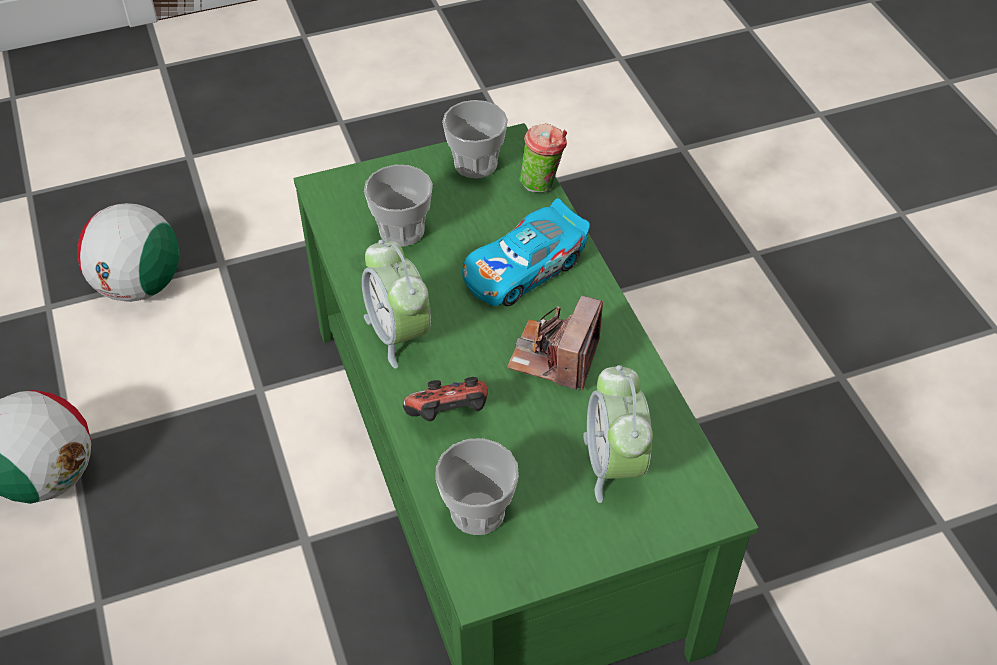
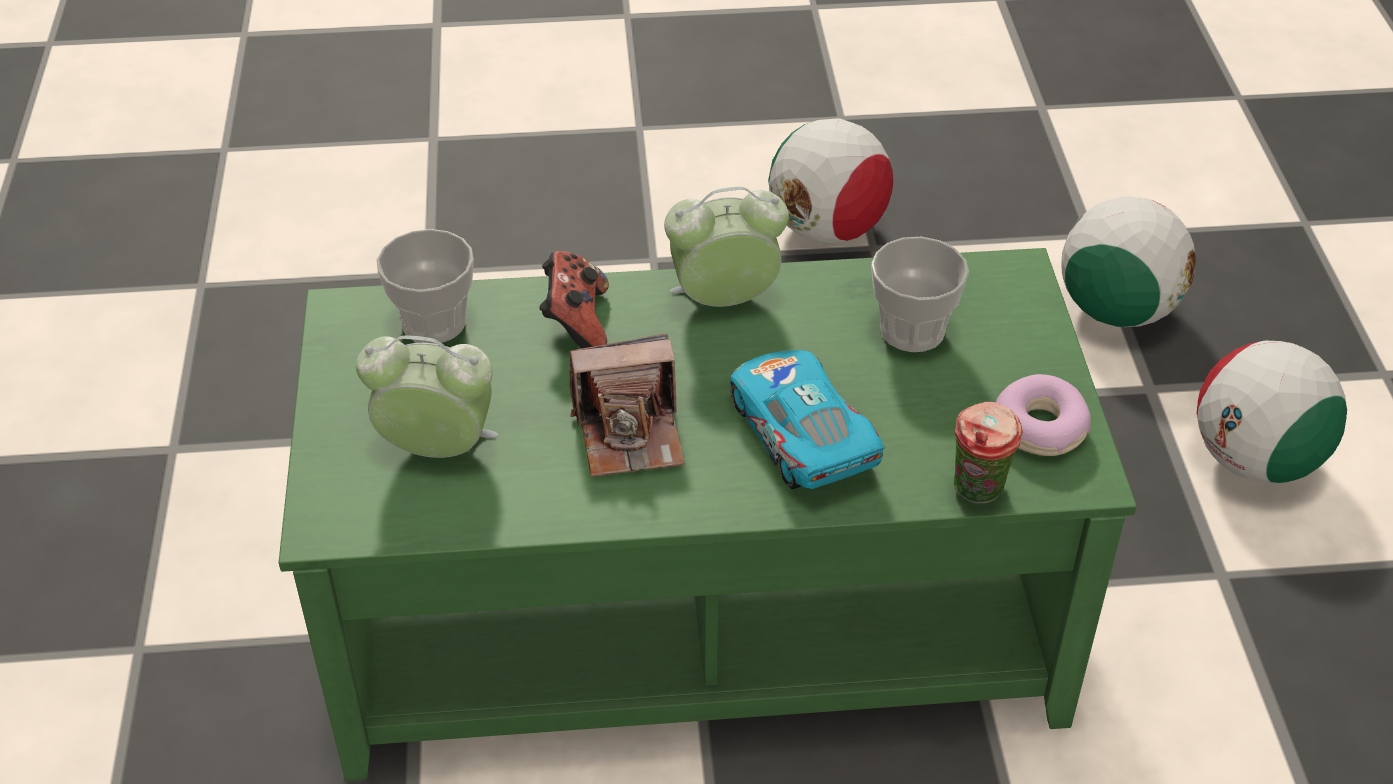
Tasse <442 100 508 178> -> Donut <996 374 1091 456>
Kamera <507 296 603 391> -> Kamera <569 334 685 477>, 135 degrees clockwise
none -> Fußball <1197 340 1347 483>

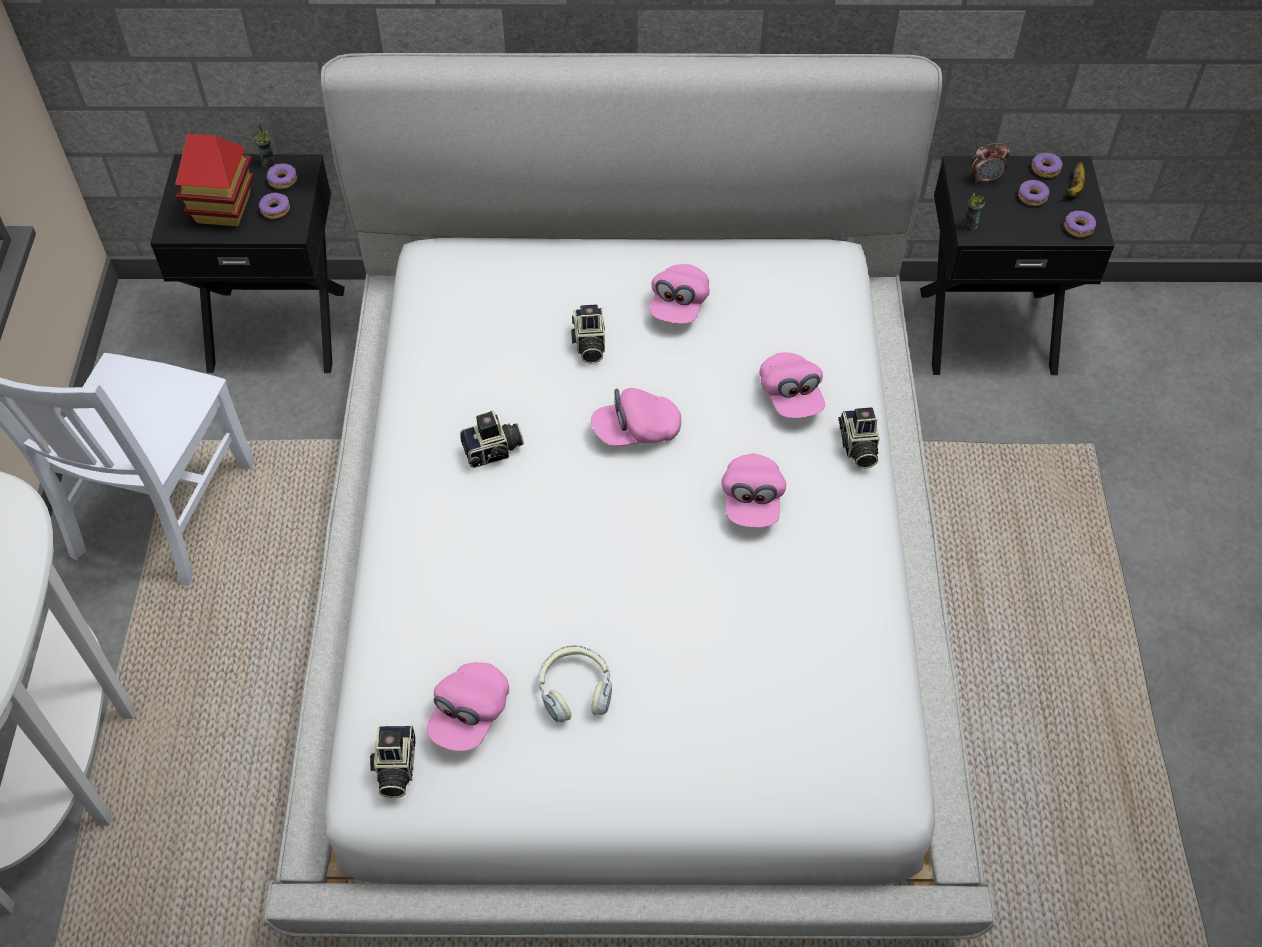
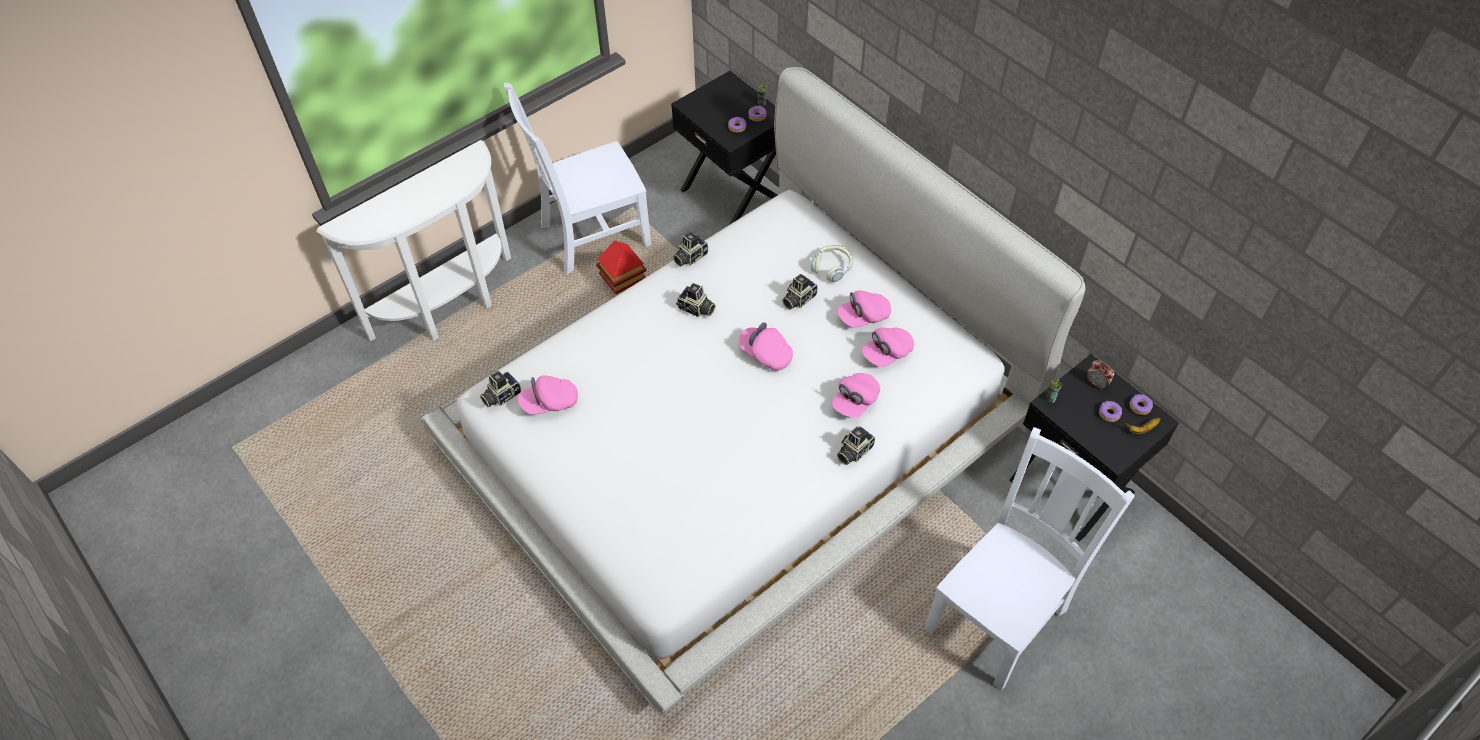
Spielzeughaus <175 134 254 227> -> Spielzeughaus <596 241 647 295>, move
Kopfhörer <538 645 612 723> -> Kopfhörer <811 245 853 282>, move
Kappe/rosa <721 454 786 527> -> Kappe/rosa <862 328 914 367>, move
Donut <1064 211 1096 237> -> none
none -> Kamera <673 232 708 267>
none -> Stuhl/weiß <924 427 1135 691>

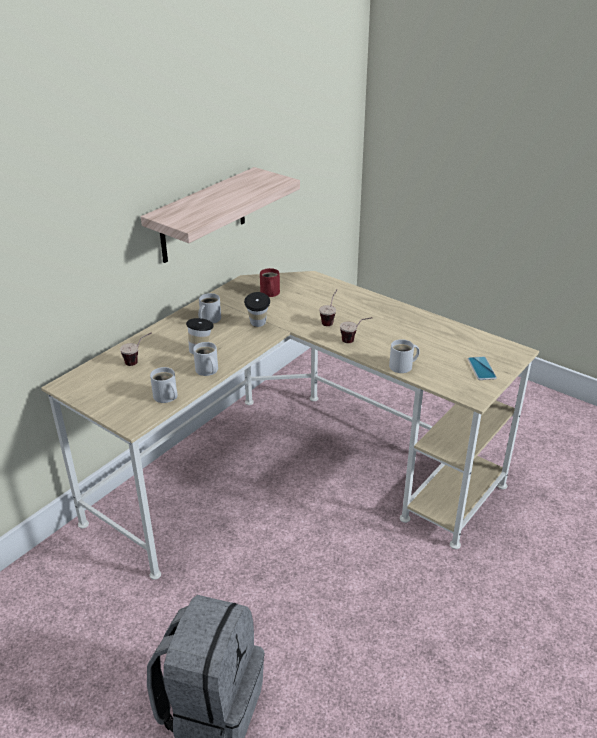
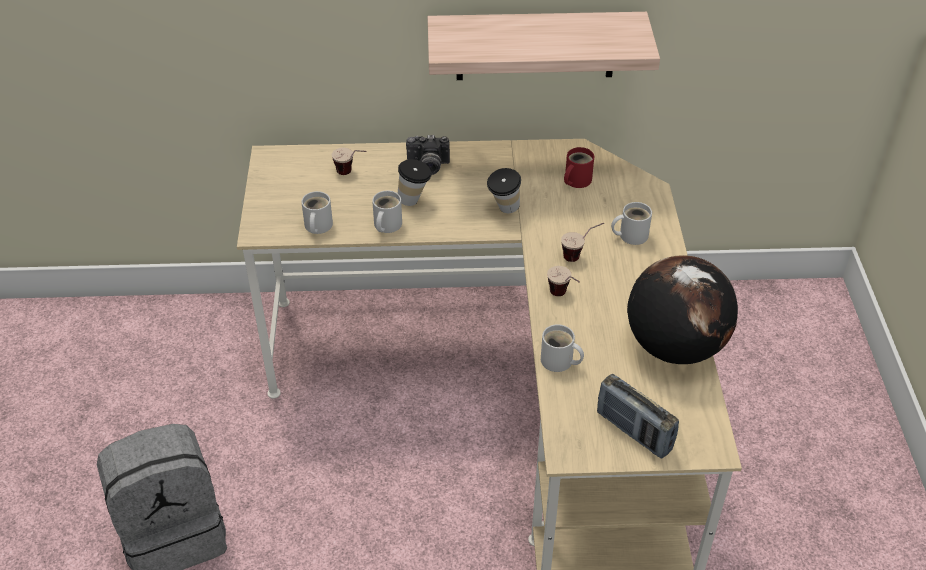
Henkelbecher/weiß <198 293 221 323> -> Henkelbecher/weiß <611 202 652 245>, move
Handy <468 356 497 380> -> Radio <597 374 679 458>
none -> Kamera <406 135 450 175>
none -> Globus <627 255 738 364>

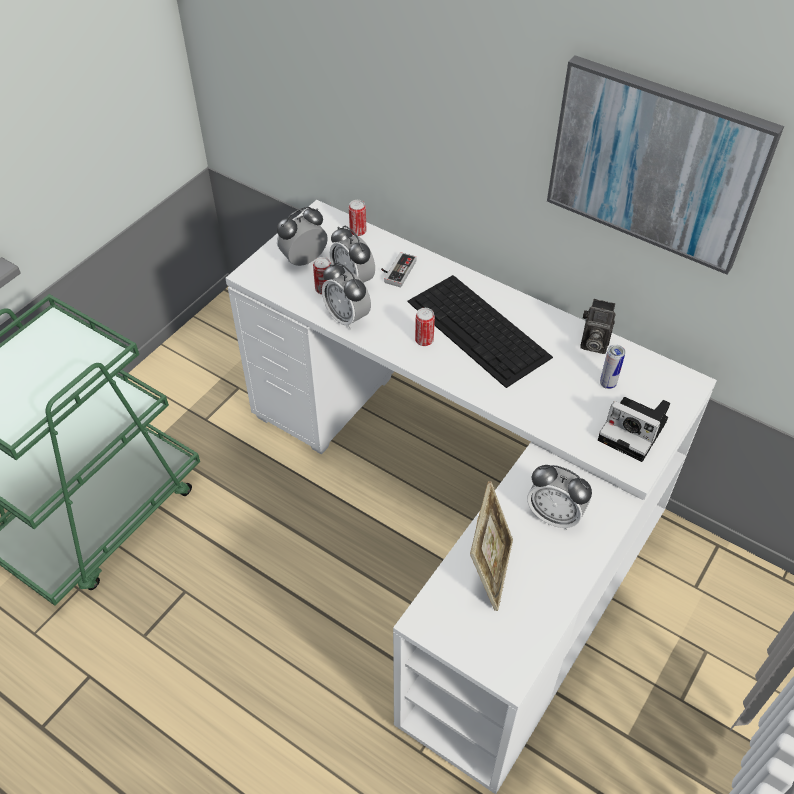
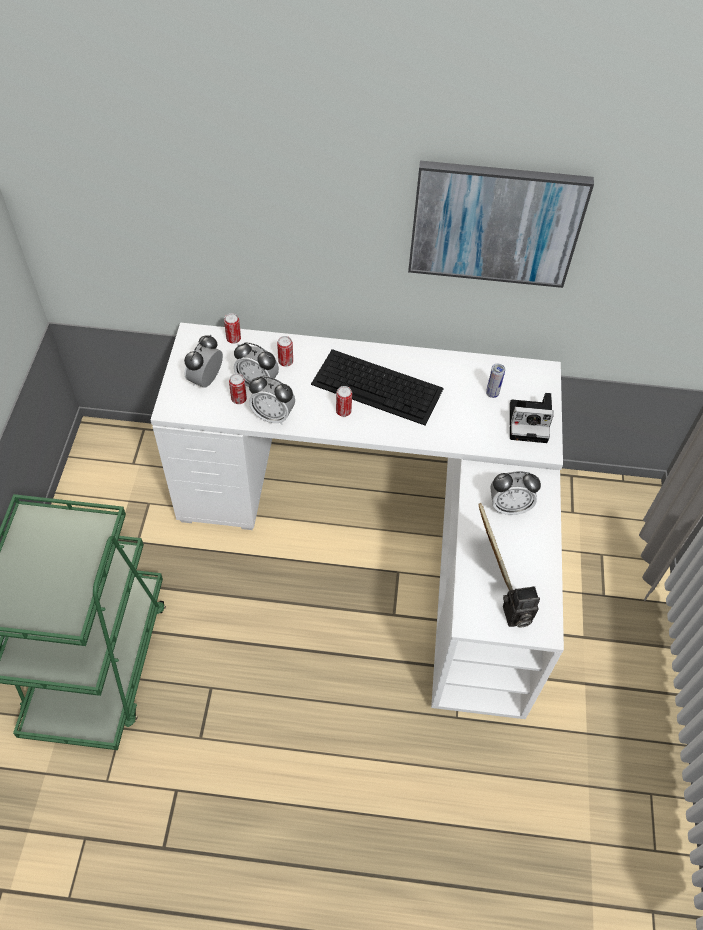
Gamepad <381 252 417 287> -> Dose <277 336 293 367>
Kamera <580 299 616 354> -> Kamera <503 586 540 628>, move

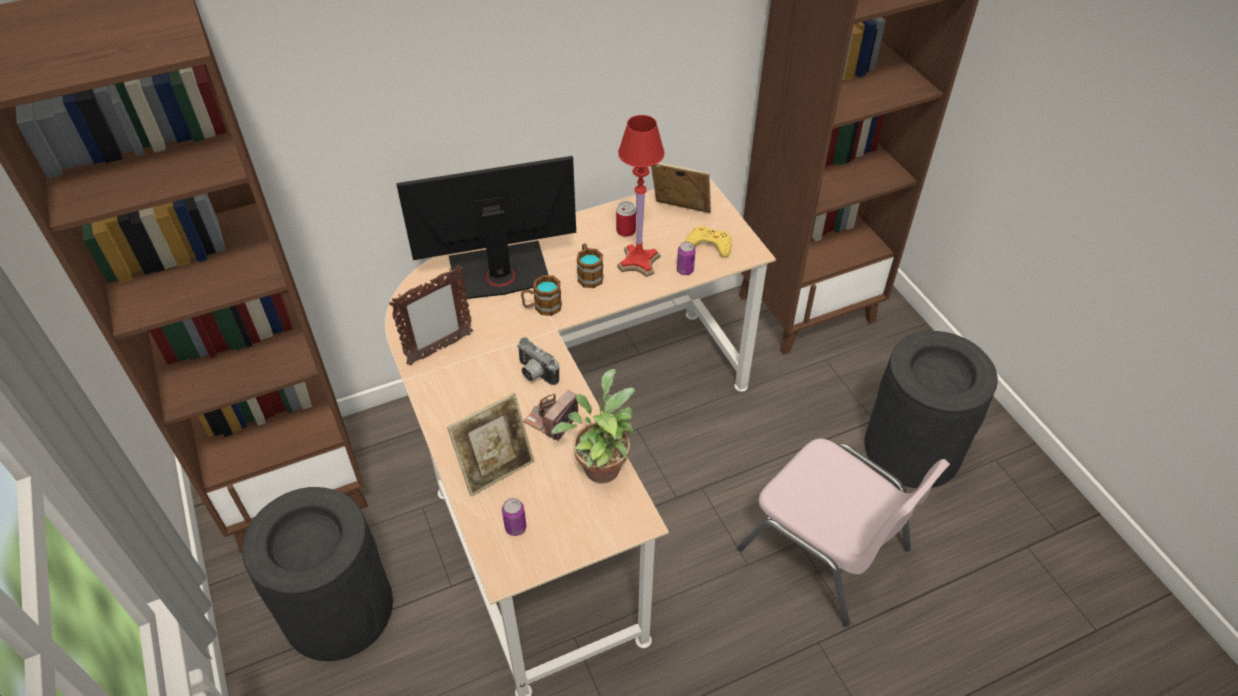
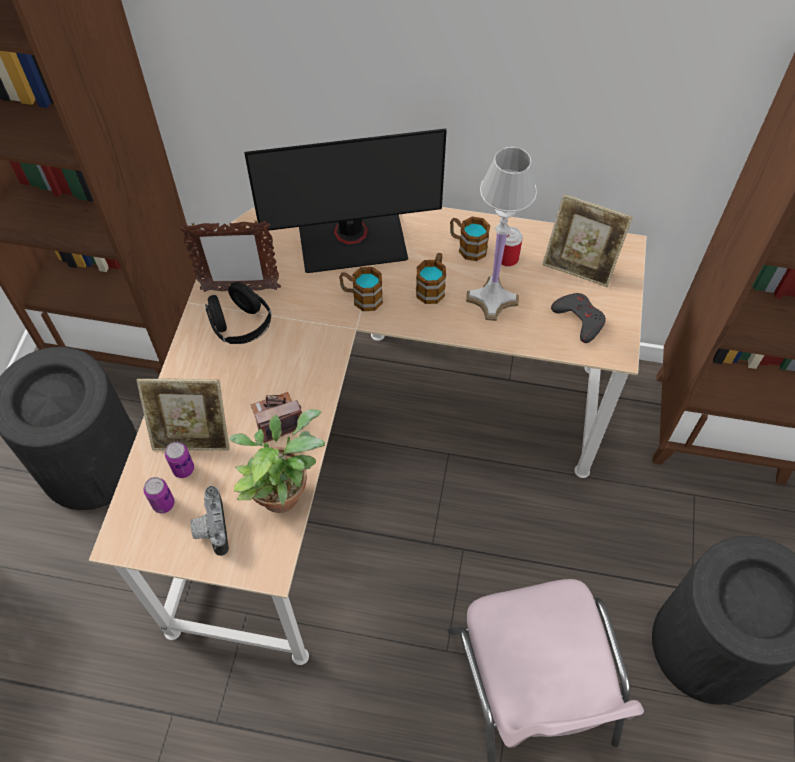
Monitor <396 156 576 300> -> Monitor <244 129 447 273>, 150 degrees clockwise
Kamera <517 337 559 385> -> Kamera <190 486 229 556>, move
Tischlampe/rot <617 115 665 277> -> Tischlampe/weiß <466 147 537 321>
Bilderrahmen <651 162 711 213> -> Bilderrahmen <542 194 633 287>, 150 degrees clockwise
Dose <677 242 695 275> -> Dose <165 442 194 478>, move
Gamepad/gelb <685 226 731 258> -> Gamepad/grau <551 293 606 343>
none -> Kopfhörer/schwarz <205 282 272 344>
none -> Henkelbecher <450 216 490 261>

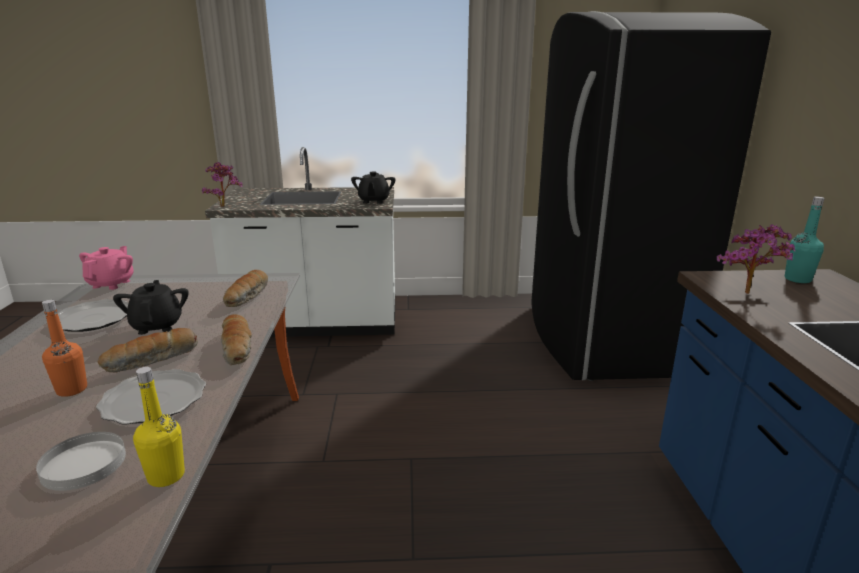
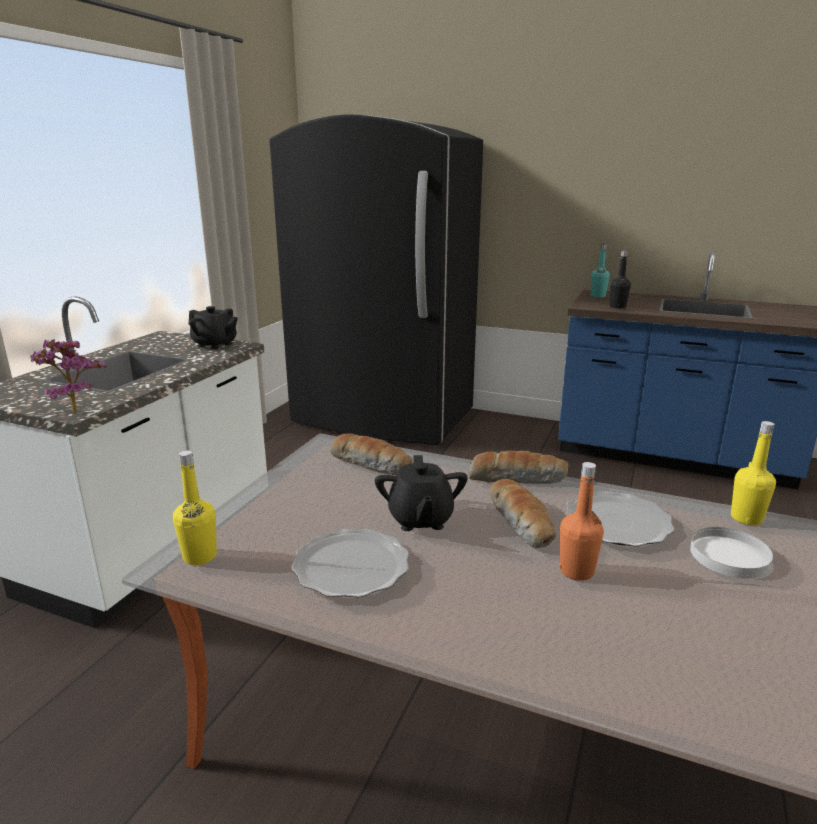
Teekanne/rosa <79 246 134 290> -> Flasche/gelb <173 451 217 565>
Teekanne/schwarz <113 280 189 335> -> Teekanne/schwarz <375 455 468 531>, 105 degrees counterclockwise
Topfpflanze <717 224 796 294> -> Flasche/schwarz <610 250 631 309>

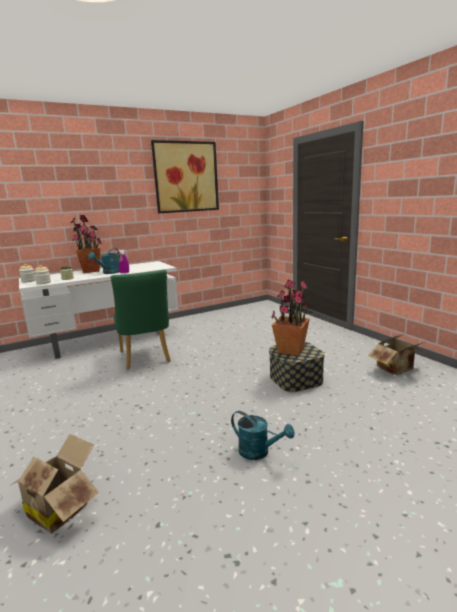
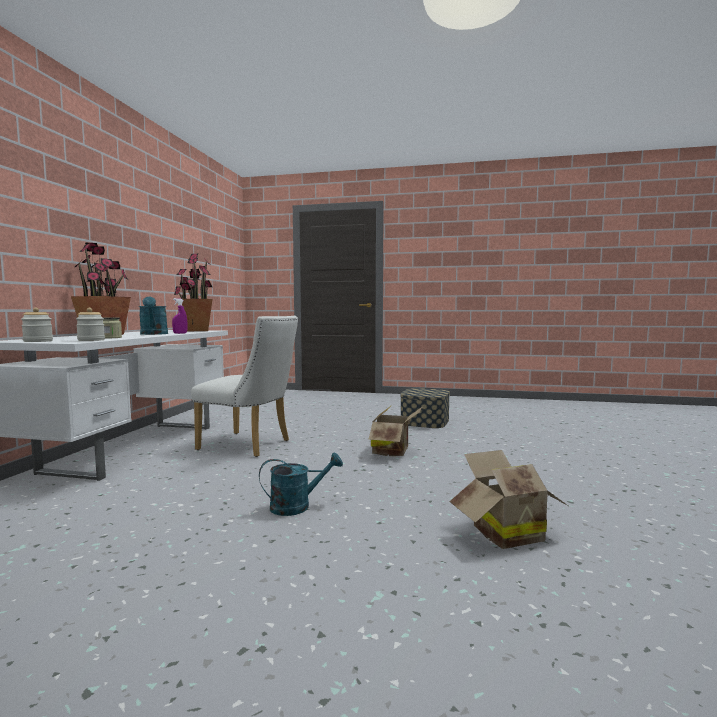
Stuhl/grün <111 270 171 370> -> Stuhl/weiß <191 316 298 457>
Bild <151 140 219 213> -> none
Gießkanne/türkis <231 411 295 460> -> Gießkanne/türkis <259 452 343 516>, move
Topfpflanze <271 280 310 356> -> Topfpflanze <174 254 213 331>, move
Karton <368 334 425 375> -> Karton <368 404 423 456>, move

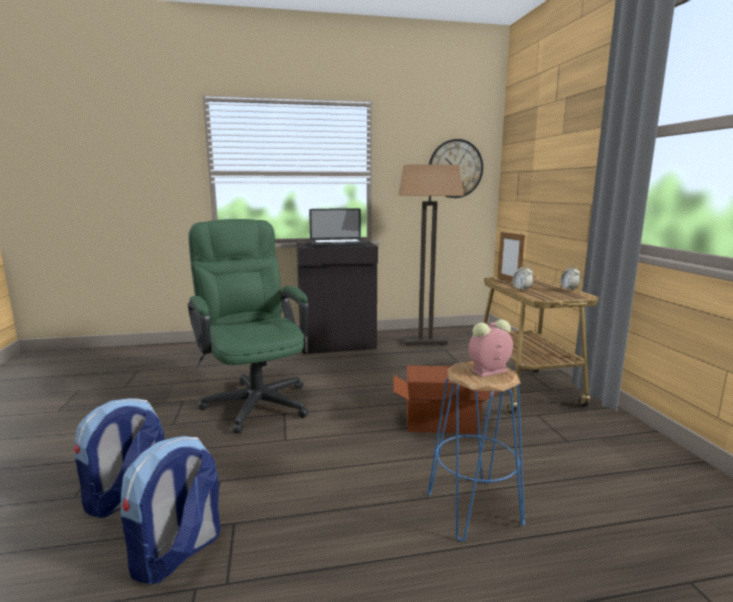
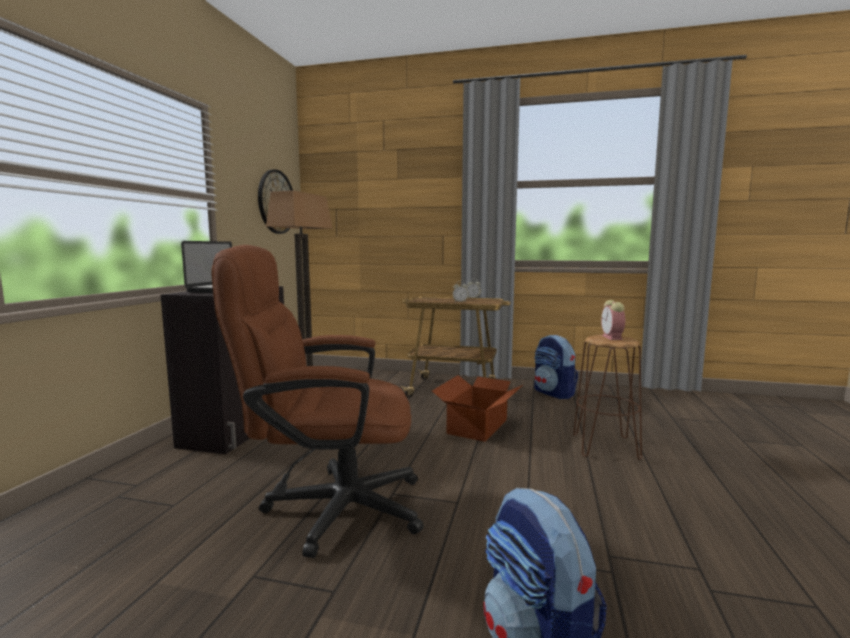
Rucksack <121 436 220 584> -> Rucksack <534 335 578 399>, move
Bürostuhl/grün <188 219 309 434> -> Bürostuhl/braun <211 245 424 558>
Hocker/blau <427 361 525 541> -> Hocker/braun <573 335 642 460>
Bilderrahmen <497 232 525 282> -> none

